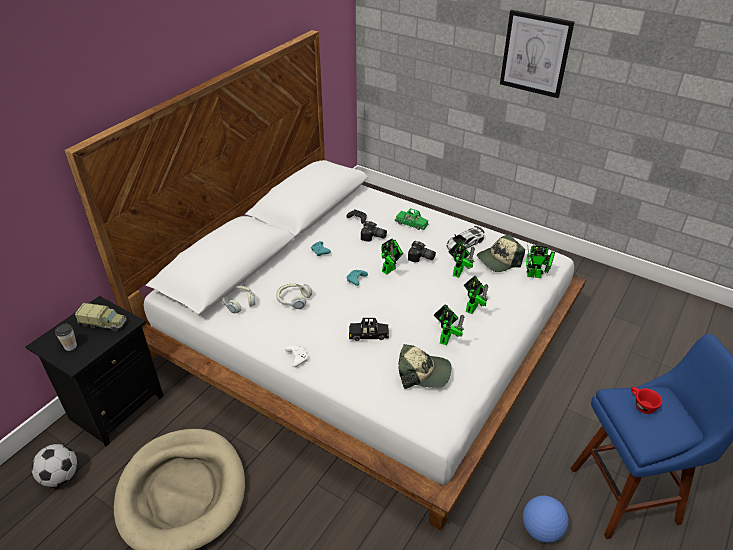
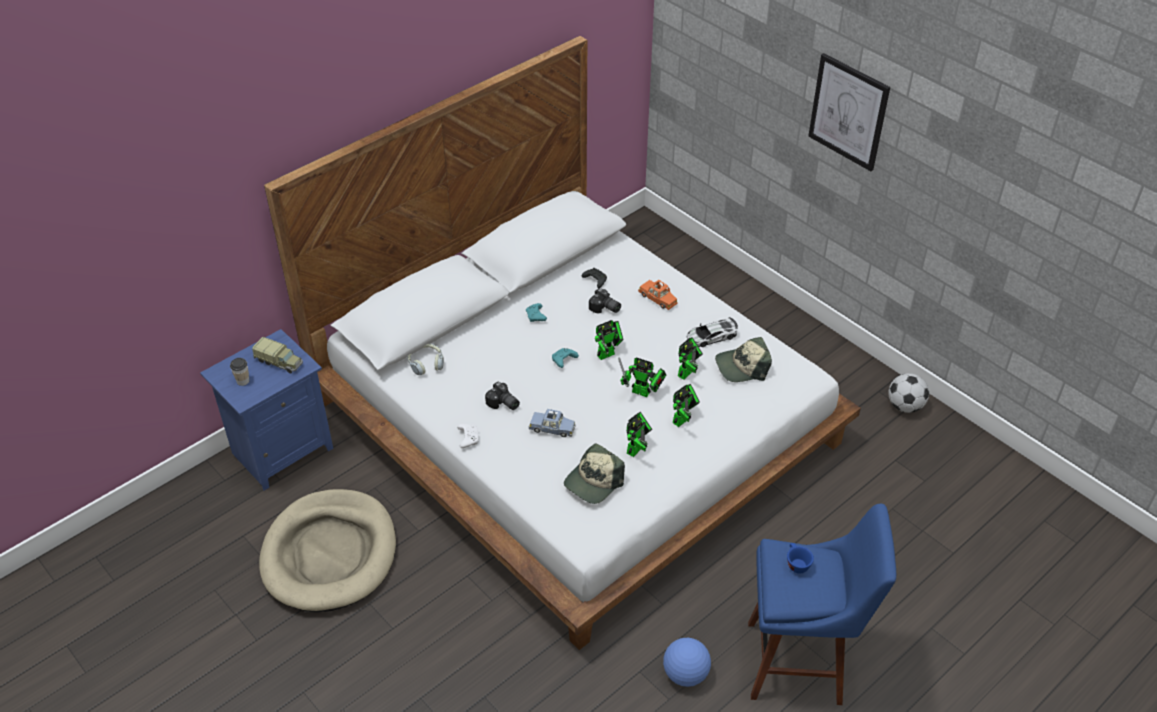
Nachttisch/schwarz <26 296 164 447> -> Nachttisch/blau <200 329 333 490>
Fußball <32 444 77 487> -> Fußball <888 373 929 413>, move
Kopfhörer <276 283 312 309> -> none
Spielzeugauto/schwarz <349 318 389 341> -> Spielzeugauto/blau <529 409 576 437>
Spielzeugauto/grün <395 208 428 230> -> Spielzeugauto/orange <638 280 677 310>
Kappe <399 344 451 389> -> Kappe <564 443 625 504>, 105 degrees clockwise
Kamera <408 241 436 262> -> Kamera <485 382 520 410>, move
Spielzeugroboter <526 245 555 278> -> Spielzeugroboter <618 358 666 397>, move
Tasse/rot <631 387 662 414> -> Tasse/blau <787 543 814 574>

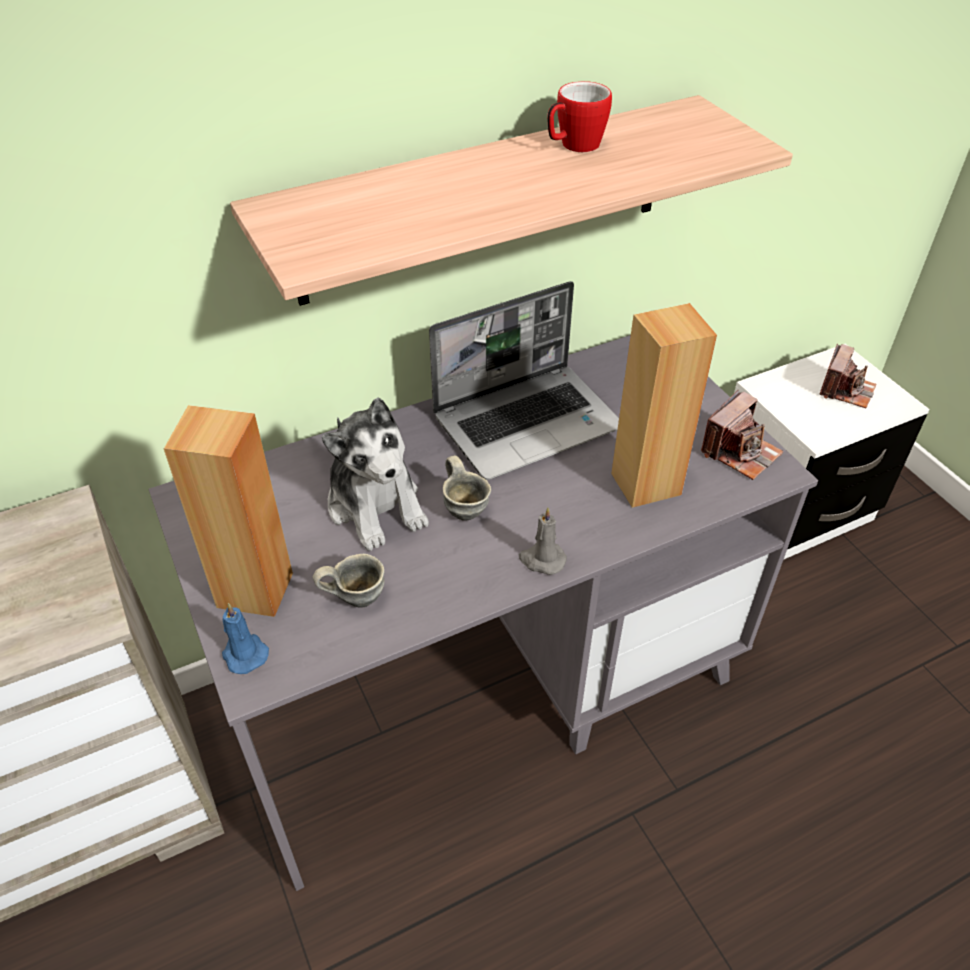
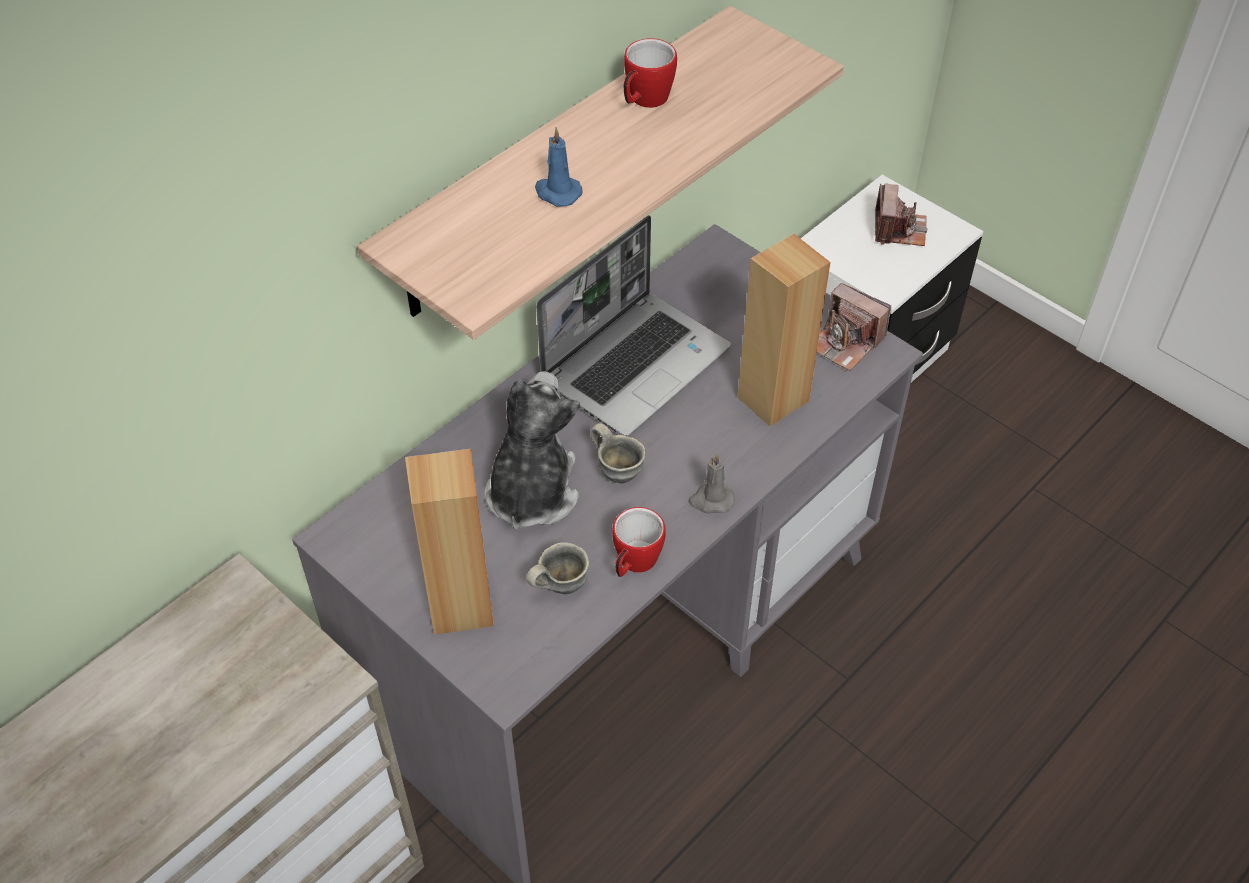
Kerze/blau <222 603 269 674> -> Kerze/blau <535 128 582 207>, move
Plüschtier <322 398 429 551> -> Plüschtier <485 371 580 530>, 120 degrees counterclockwise
Kamera <701 390 784 480> -> Kamera <817 283 891 371>, 105 degrees clockwise
none -> Henkelbecher <612 507 666 577>

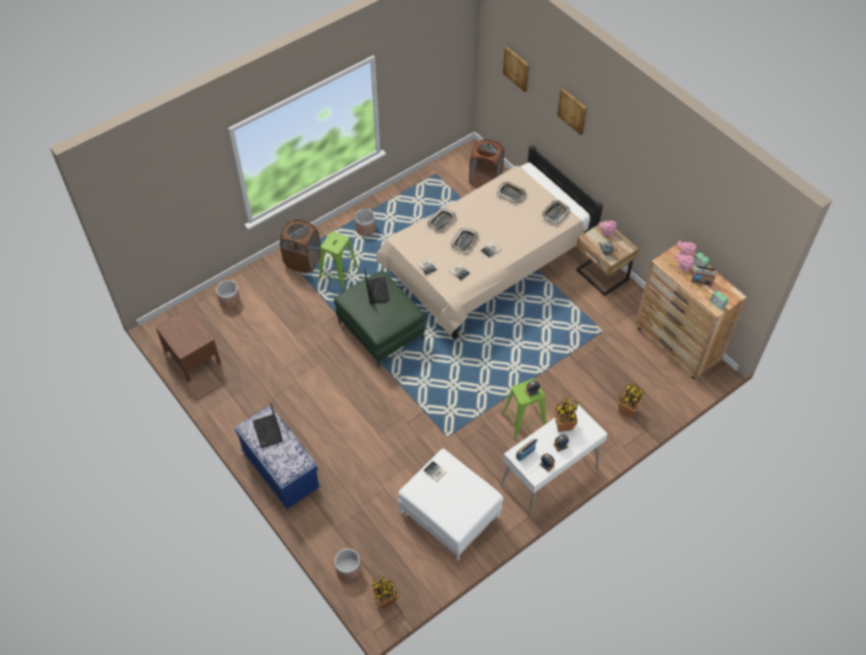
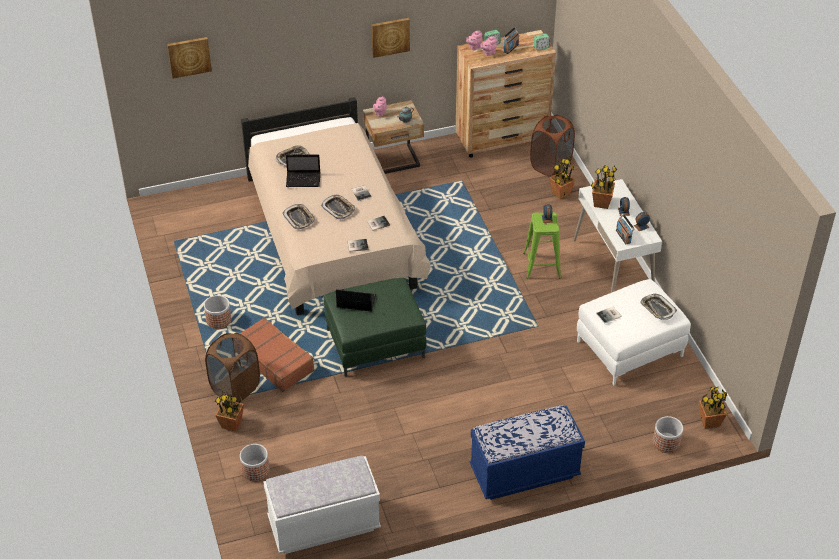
Nachttisch/braun <156 308 221 382> -> Bank/weiß <263 456 381 554>
Laptop <253 403 282 448> -> Laptop <286 155 320 187>, move
Hocker/grün <318 231 359 291> -> Koffer/braun <240 317 315 392>
Wäschekorb/braun <469 139 504 188> -> Wäschekorb/braun <530 115 575 176>, move
Tablett <542 200 570 223> -> Tablett <640 294 677 320>, move
Bild <557 88 587 135> -> Bild <372 18 410 58>, move
none -> Topfpflanze <215 387 244 432>

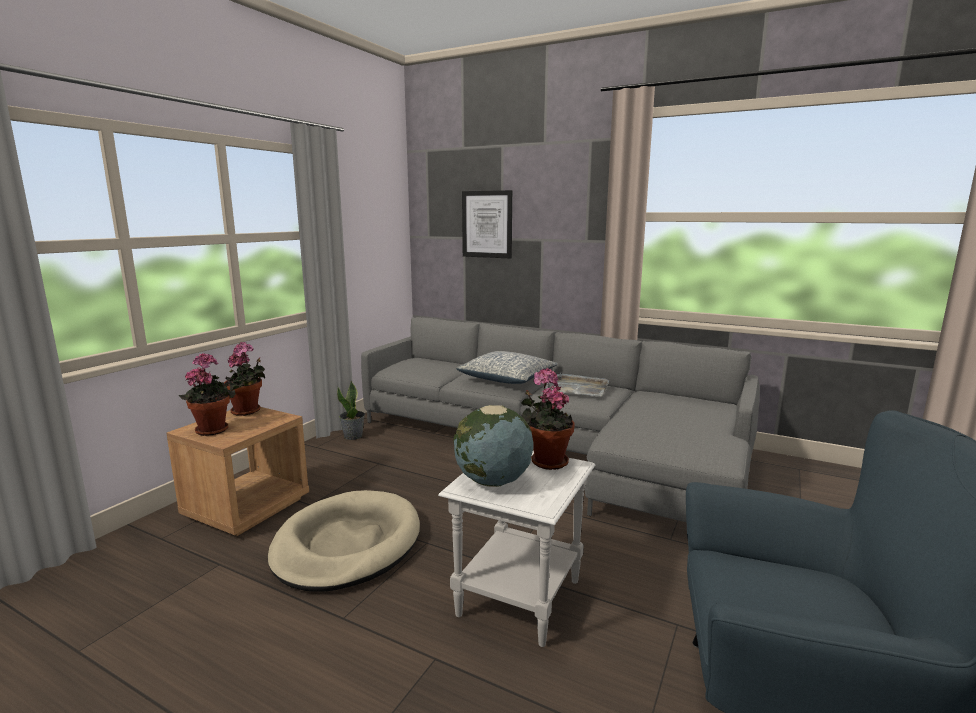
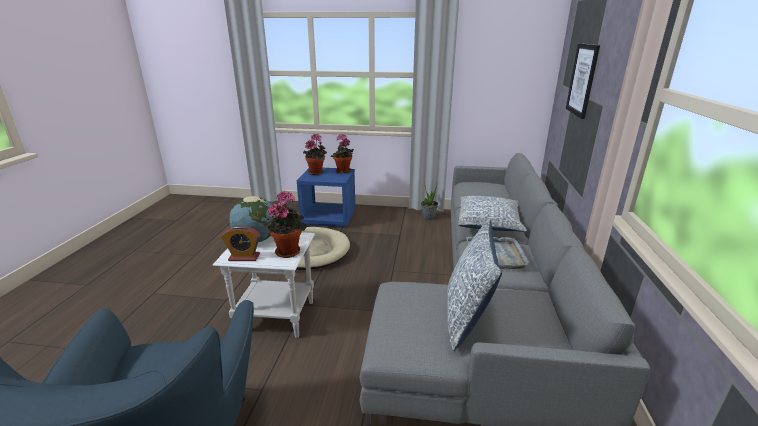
Nachttisch/braun <166 407 309 536> -> Nachttisch/blau <297 168 356 227>
none -> Wecker <221 225 260 261>
none -> Kissen <447 219 502 351>

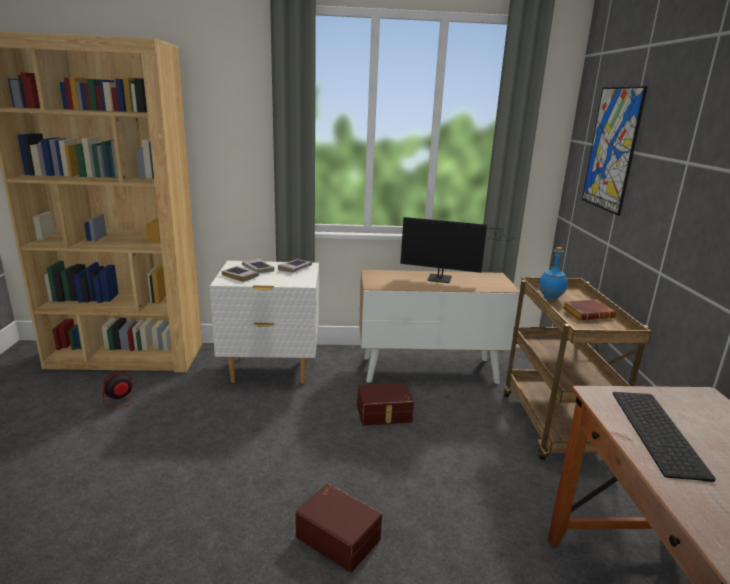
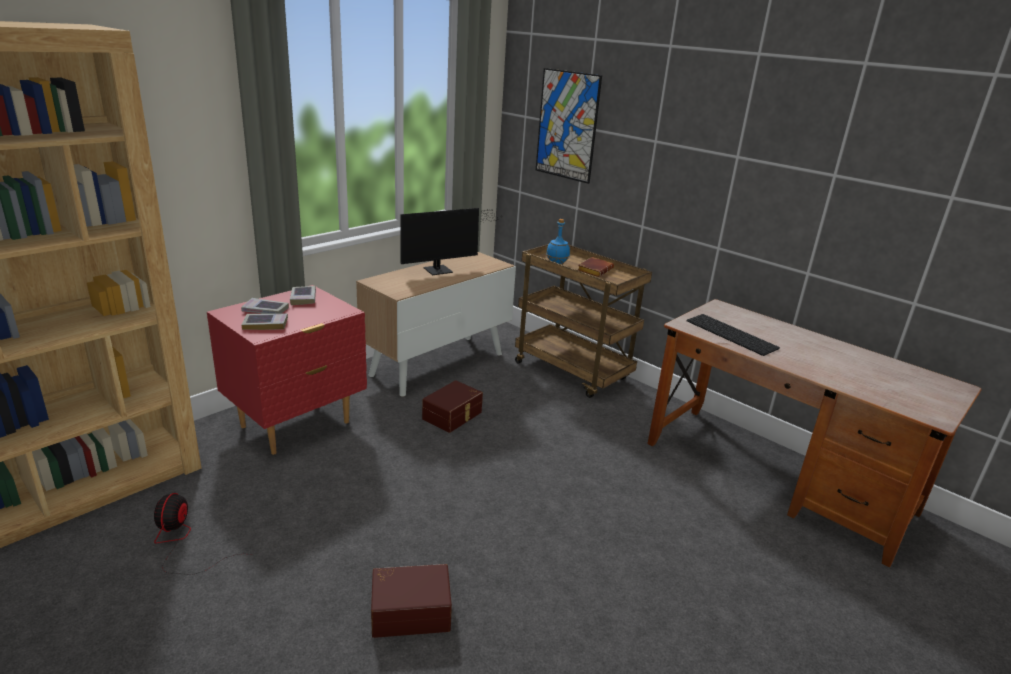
Nachttisch/weiß <210 261 319 384> -> Nachttisch/rot <207 285 367 455>
Aufbewahrungsbox/braun <295 484 382 573> -> Aufbewahrungsbox/braun <371 564 452 638>, move

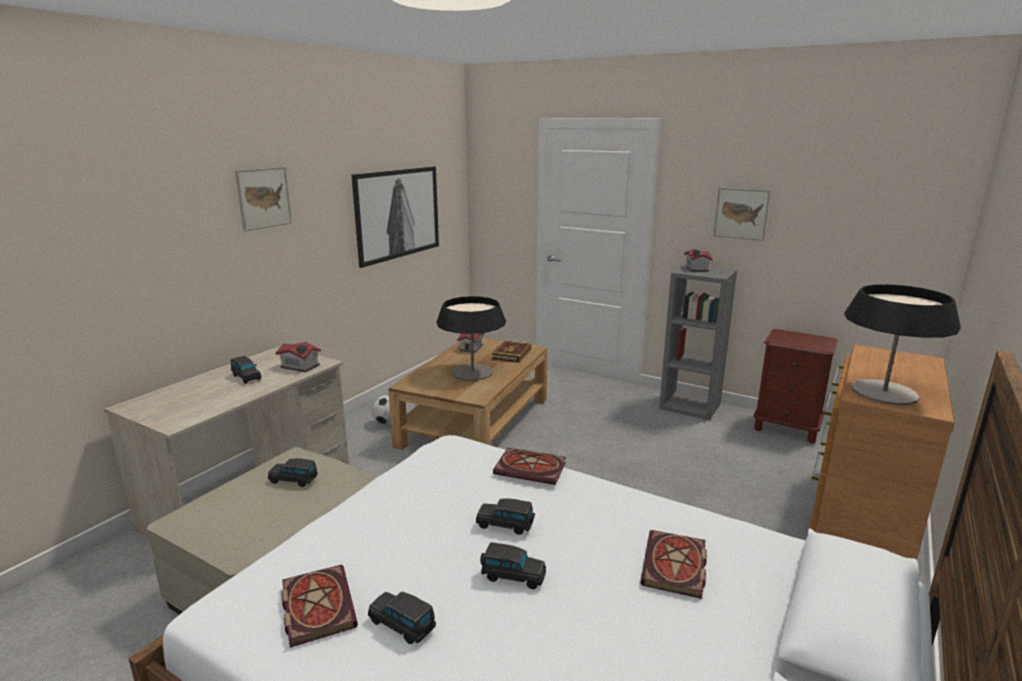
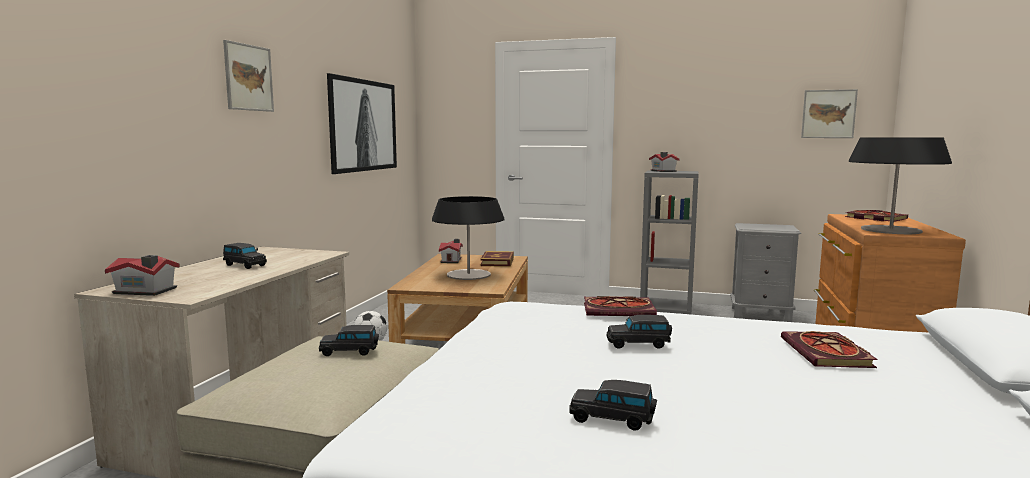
Spielzeughaus <275 342 321 372> -> Spielzeughaus <105 255 180 296>, move
Buch <281 565 358 648> -> Buch <845 210 908 222>, move
Spielzeugauto/schwarz <480 542 546 589> -> none
Bild <713 188 771 241> -> Bild <801 89 858 138>, move
Nachttisch/braun <753 329 838 443> -> Nachttisch/grau <730 223 801 322>

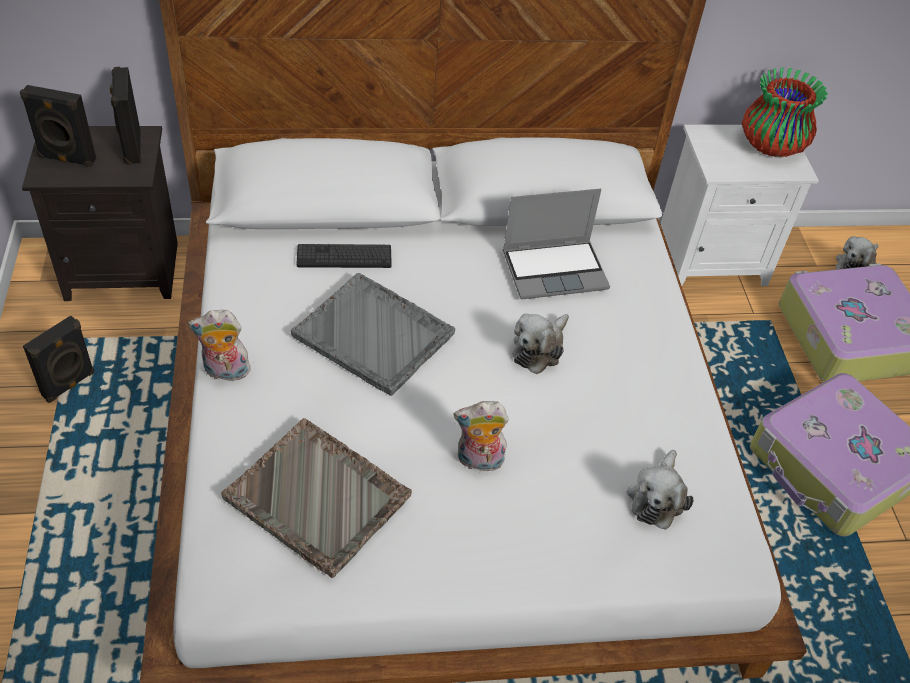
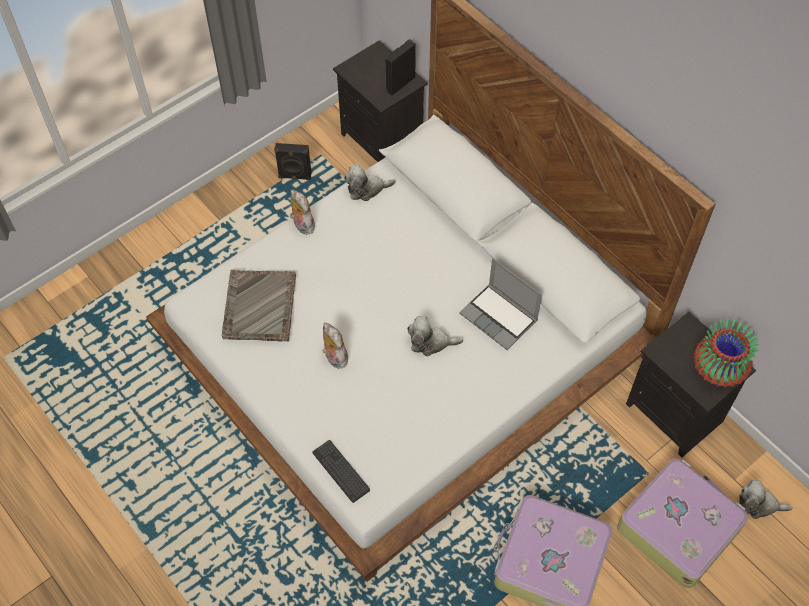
Lautsprecher/schwarz <20 85 96 167> -> none
Tablett/grau <291 273 455 396> -> none
Tastatur <297 244 392 268> -> Tastatur <313 440 370 503>, move
Plüschtier <627 450 694 530> -> Plüschtier <344 164 395 201>, move
Nachttisch/weiß <661 125 819 286> -> Nachttisch/schwarz <626 312 756 457>

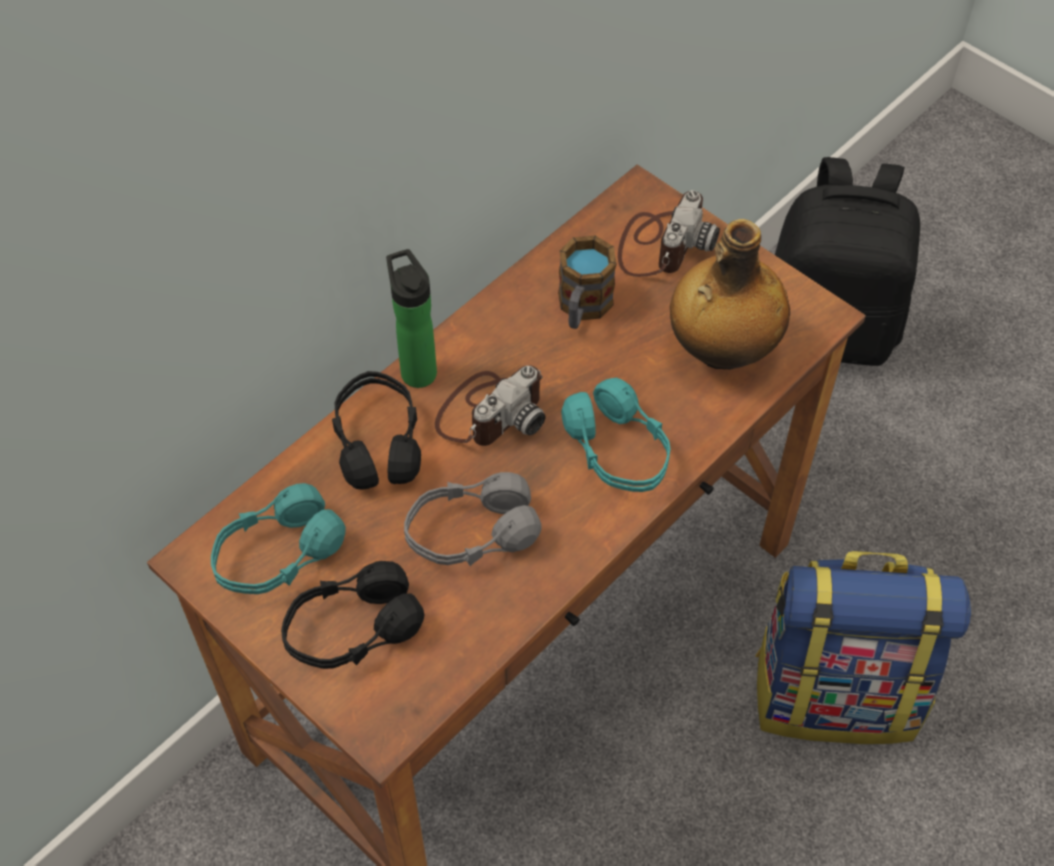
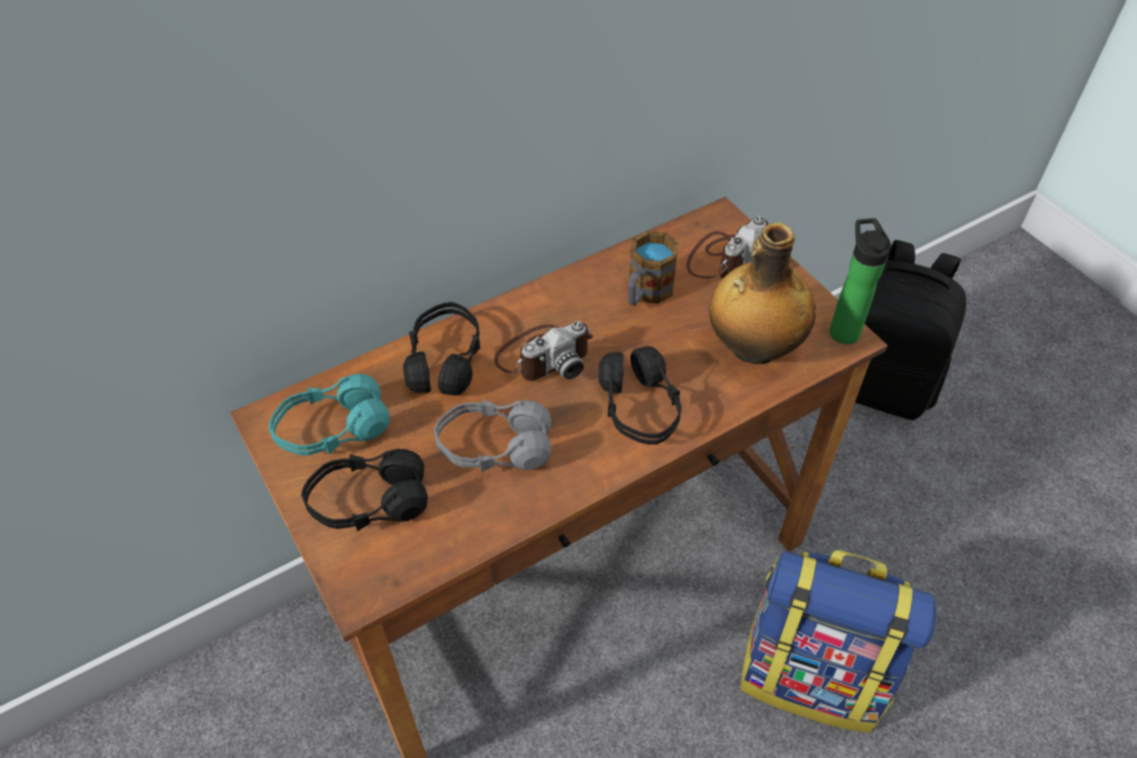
Flasche <386 249 437 388> -> Flasche <829 218 891 344>, move
Kopfhörer/türkis <561 377 671 492> -> Kopfhörer/schwarz <599 346 682 445>

